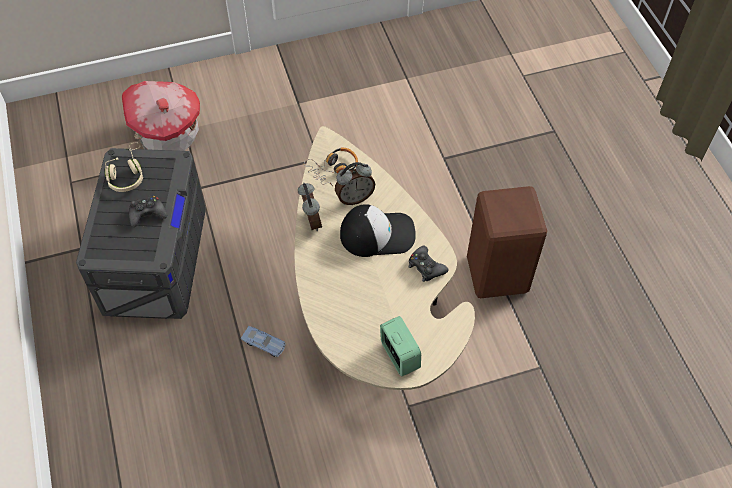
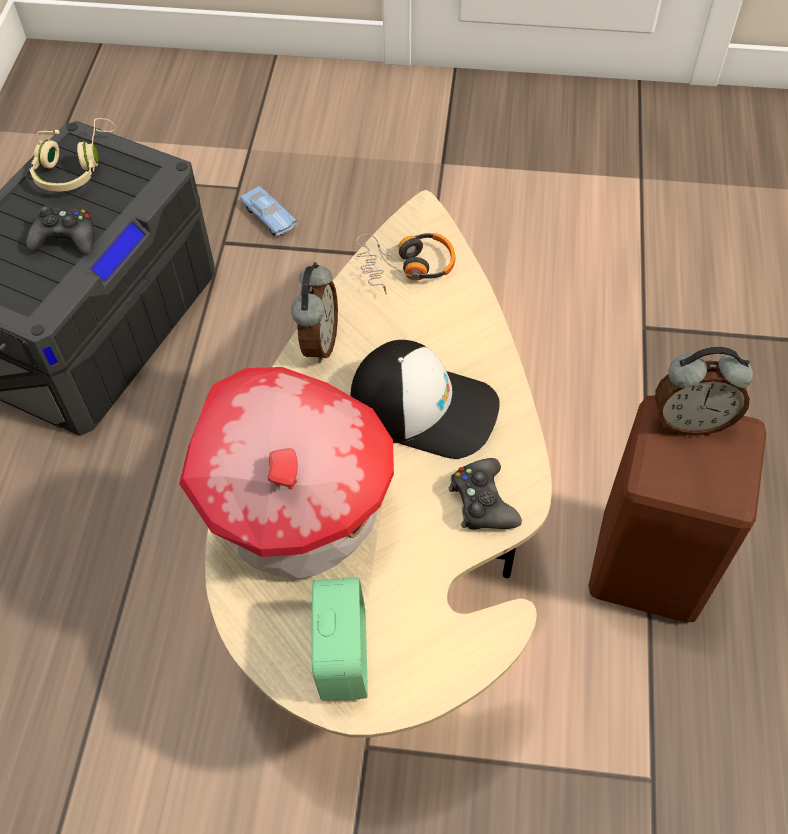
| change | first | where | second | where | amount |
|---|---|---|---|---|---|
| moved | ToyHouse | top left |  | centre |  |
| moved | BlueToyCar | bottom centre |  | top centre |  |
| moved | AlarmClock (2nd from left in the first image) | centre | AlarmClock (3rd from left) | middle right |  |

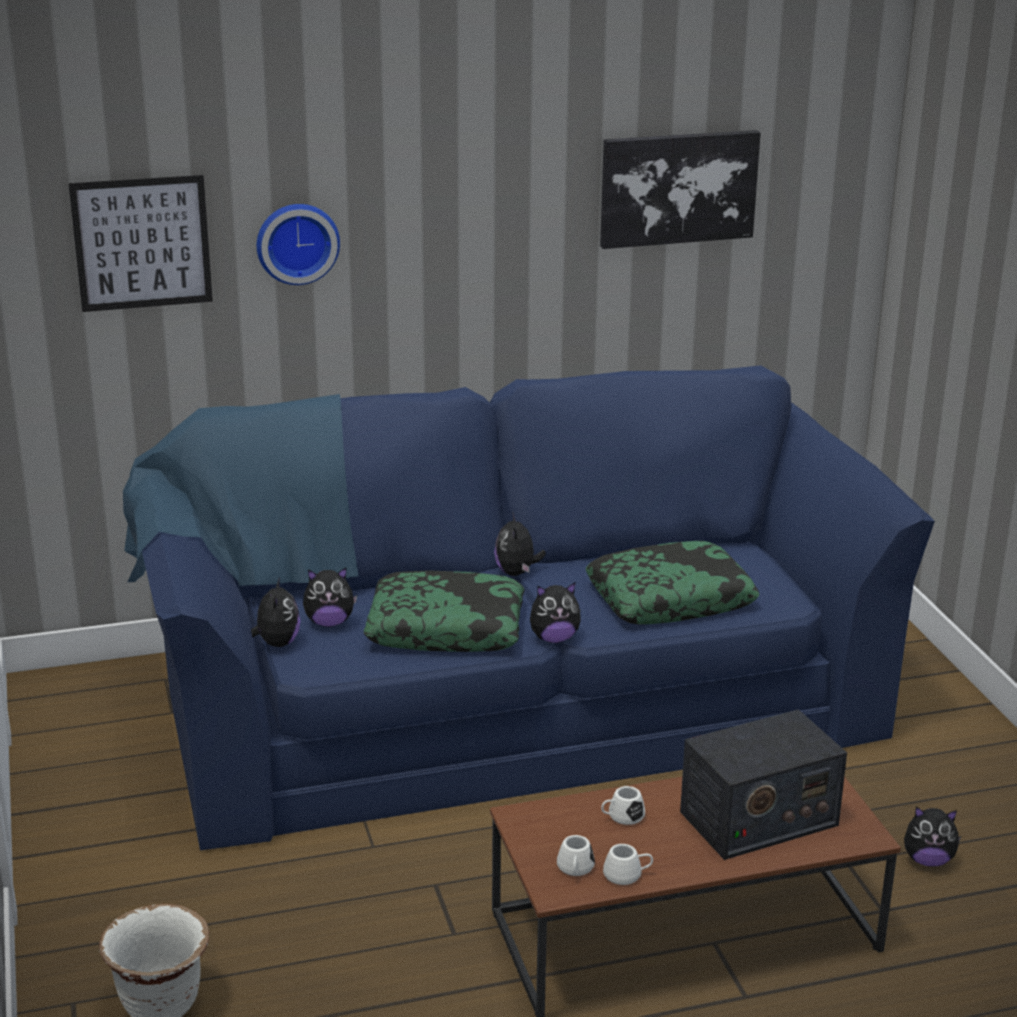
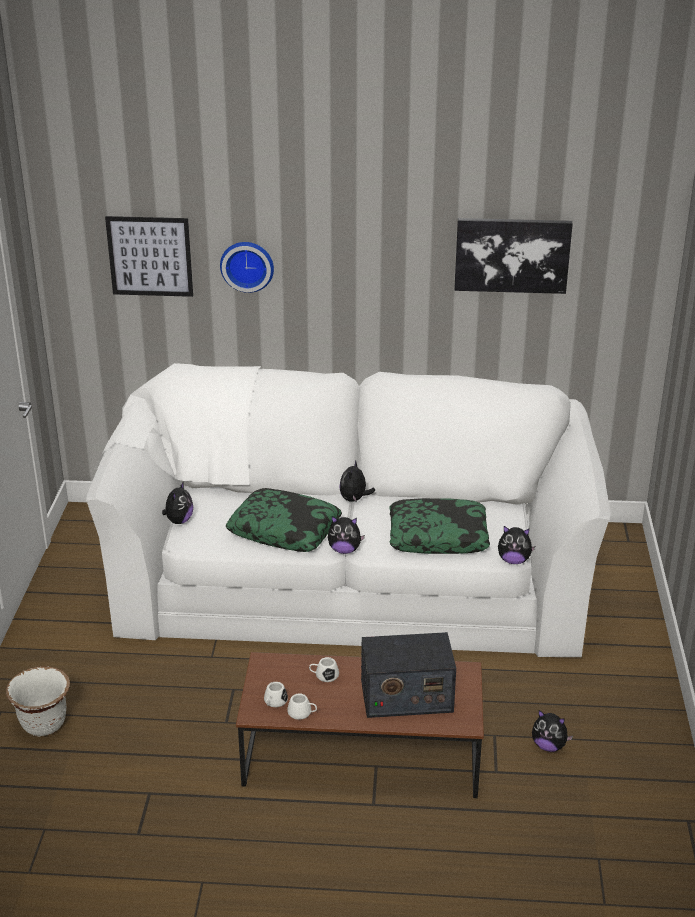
| change | first | where | second | where | amount |
|---|---|---|---|---|---|
| recoloured | BlueSofa | centre | WhiteSofa | centre |  |
| moved | PlushToy (2nd from left in the first image) | middle left | PlushToy (4th from left) | middle right |  |

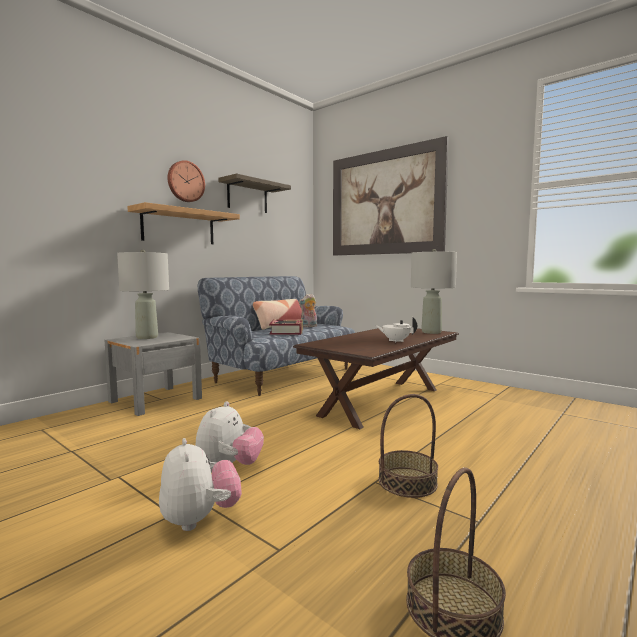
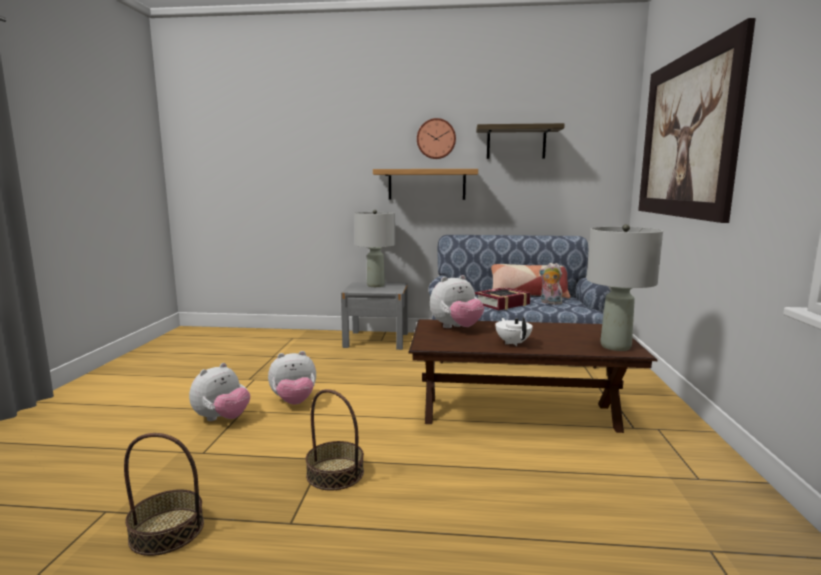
| change | first | where | second | where | amount |
|---|---|---|---|---|---|
| added |  |  | PlushToy (3rd from left) | centre |  |

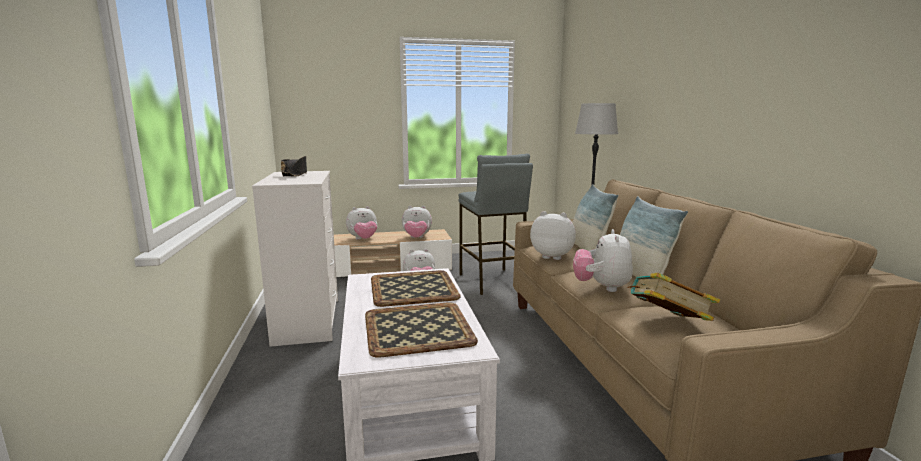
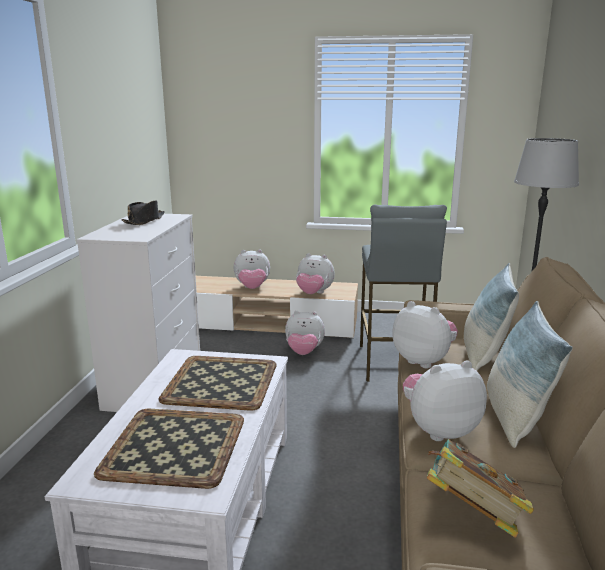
| change | first | where | second | where | amount |
|---|---|---|---|---|---|
| turned | PlushToy (5th from left) | centre |  | bottom right | 45 degrees clockwise |

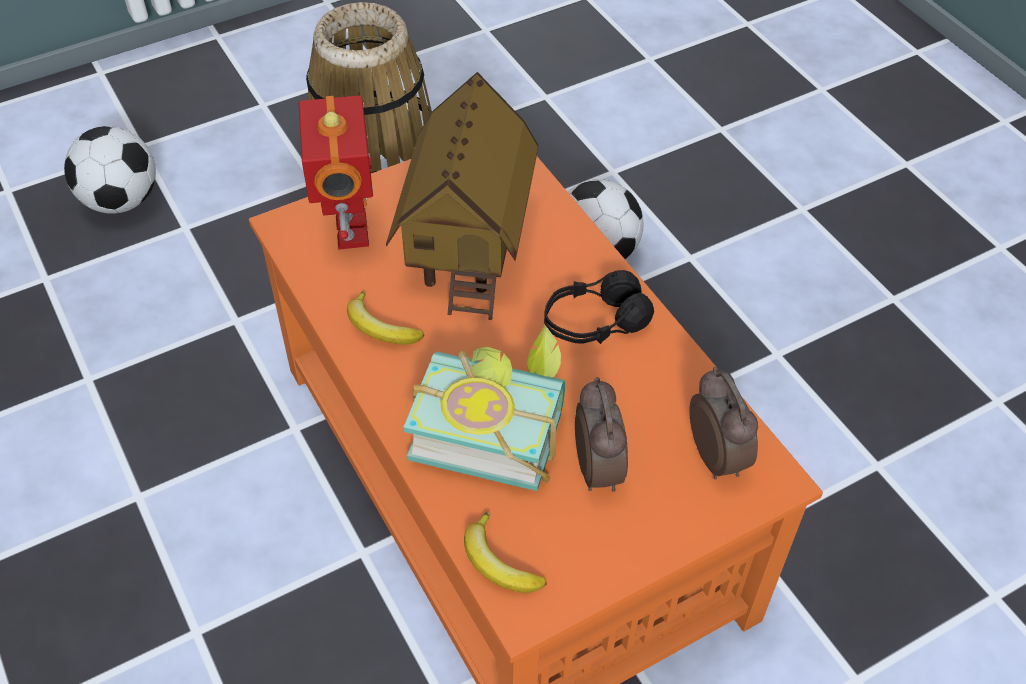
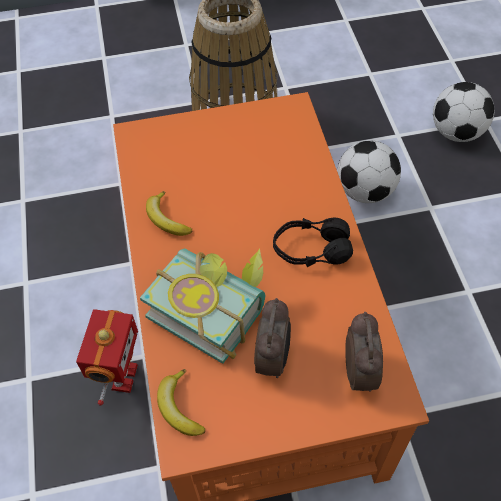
| change | first | where | second | where | amount |
|---|---|---|---|---|---|
| moved | Football (1st from left in the first image) | top left | Football (2nd from left) | top right |  |
| moved | ToyRobot | top left |  | bottom left |  |
| removed | ToyHouse | top centre |  |  |  |

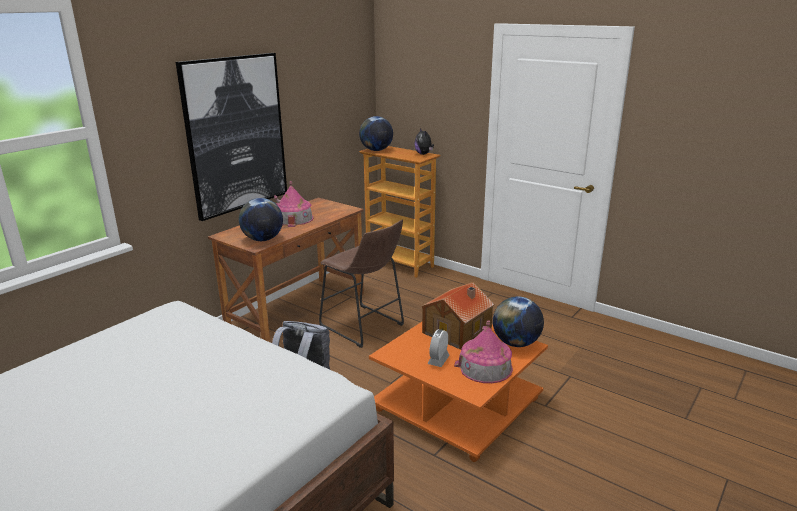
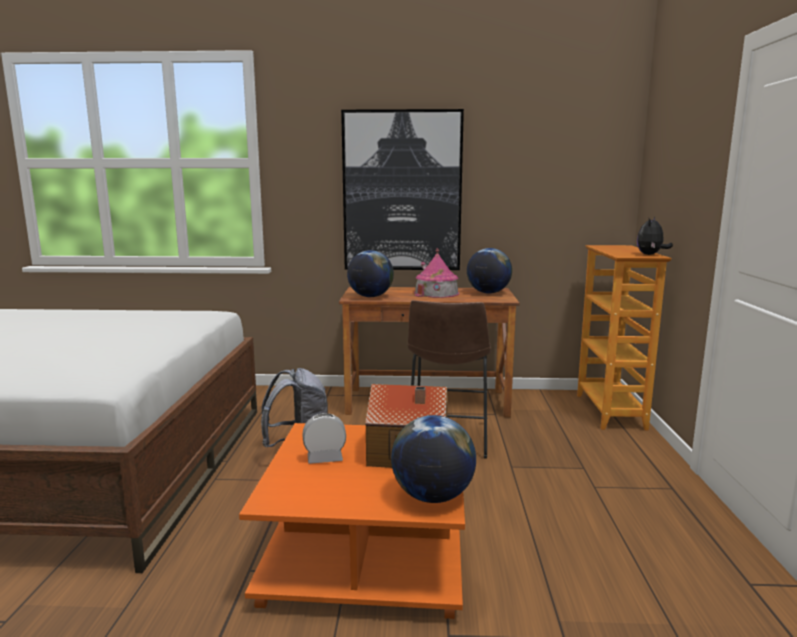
| change | first | where | second | where | amount |
|---|---|---|---|---|---|
| moved | Globe (2nd from left in the first image) | top centre | Globe (3rd from left) | centre |  |
| removed | ToyHouse (3rd from left) | bottom centre |  |  |  |

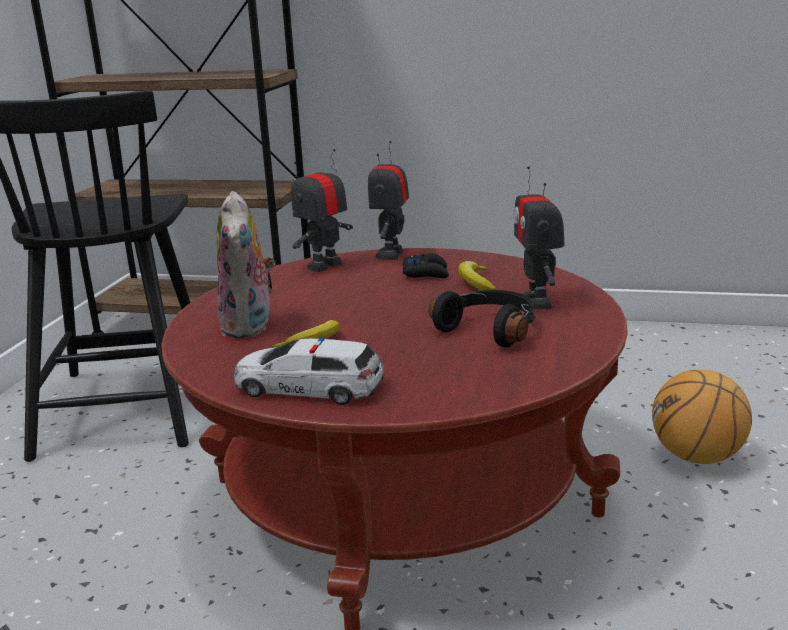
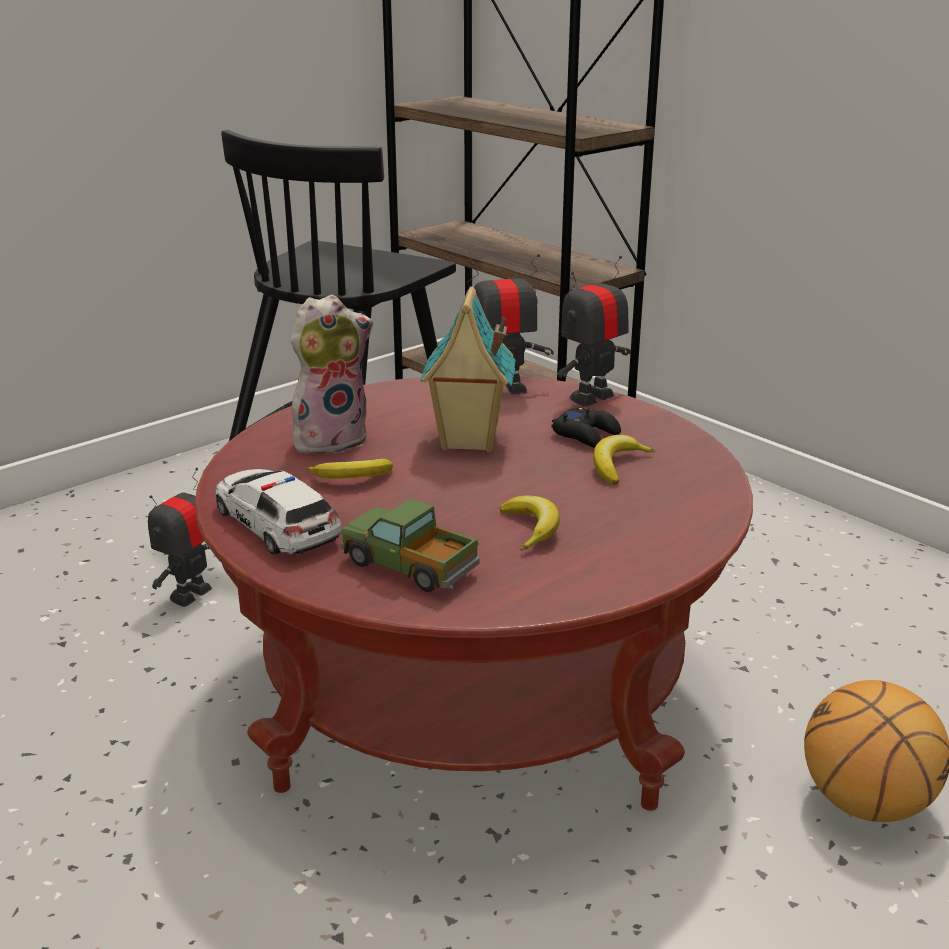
| change | first | where | second | where | amount |
|---|---|---|---|---|---|
| turned | PlushToy | middle left |  | centre | 150 degrees counterclockwise |
| replaced | BlackHeadphones | centre | Banana (2nd from left) | centre |  |
| moved | ToyRobot (3rd from left in the first image) | middle right | ToyRobot (1st from left) | middle left |  |
| added |  |  | ToyTruck | centre |  |
| added |  |  | ToyHouse | centre |  |

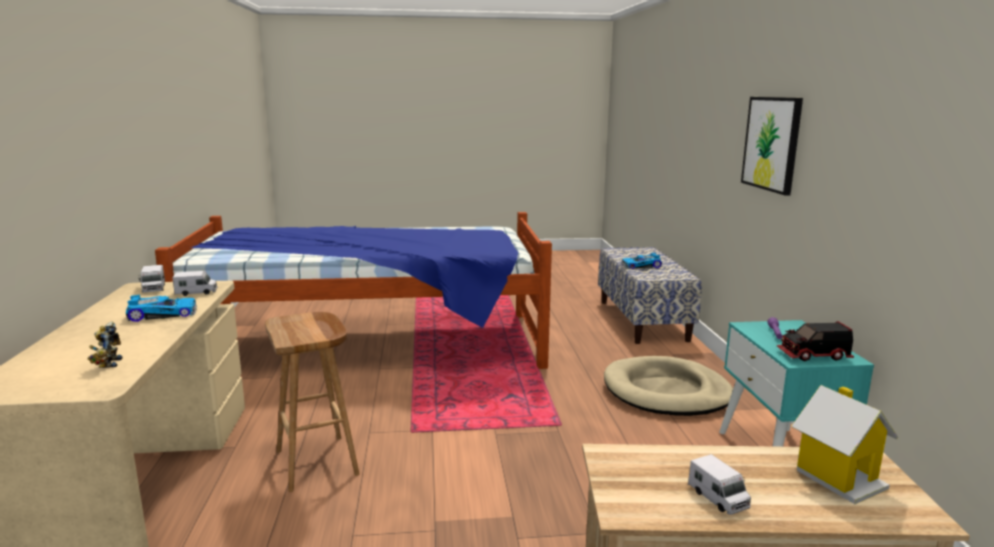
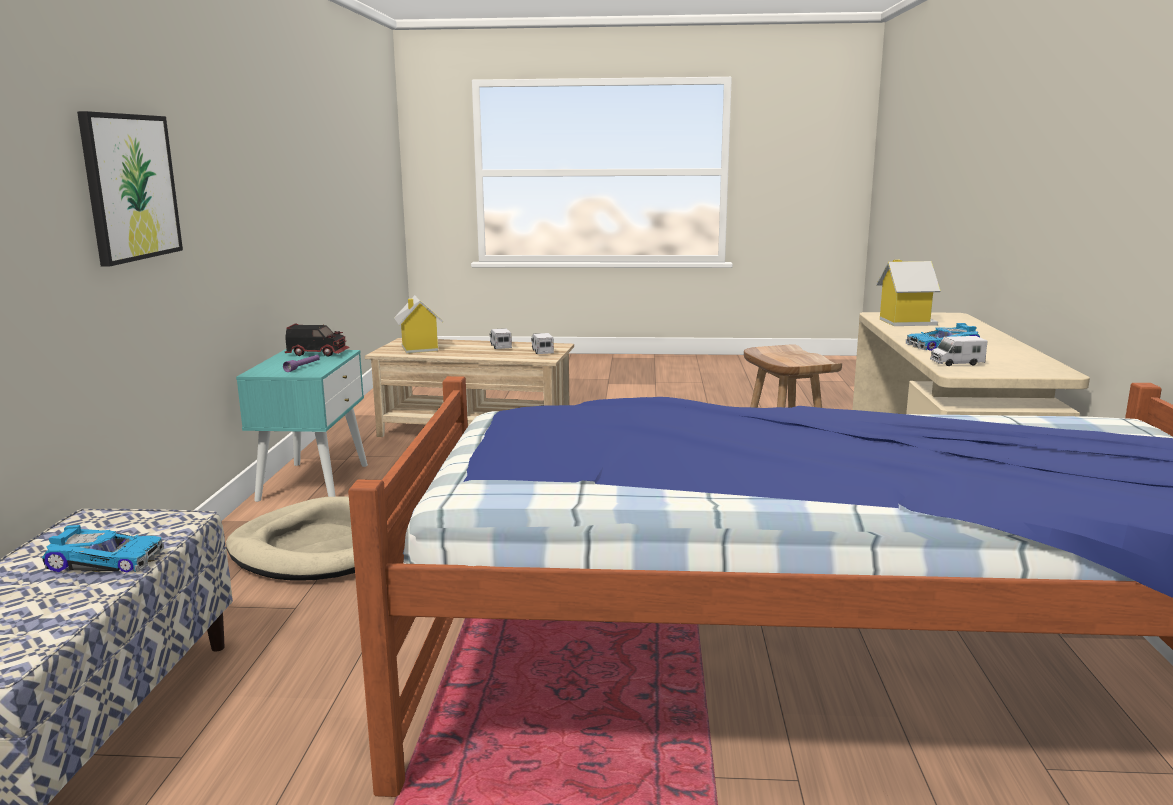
| change | first | where | second | where | amount |
|---|---|---|---|---|---|
| replaced | ToyRobot | middle left | ToyHouse (2nd from left) | middle right |  |
| moved | ToyTruck (1st from left in the first image) | middle left | ToyTruck (3rd from left) | centre |  |

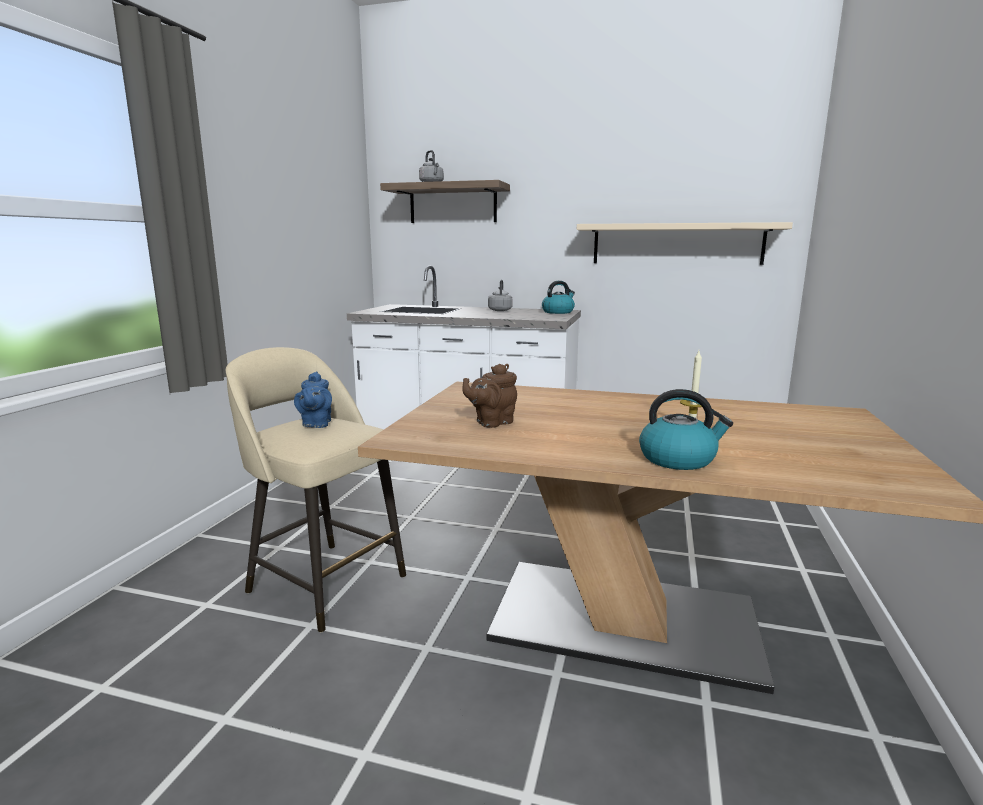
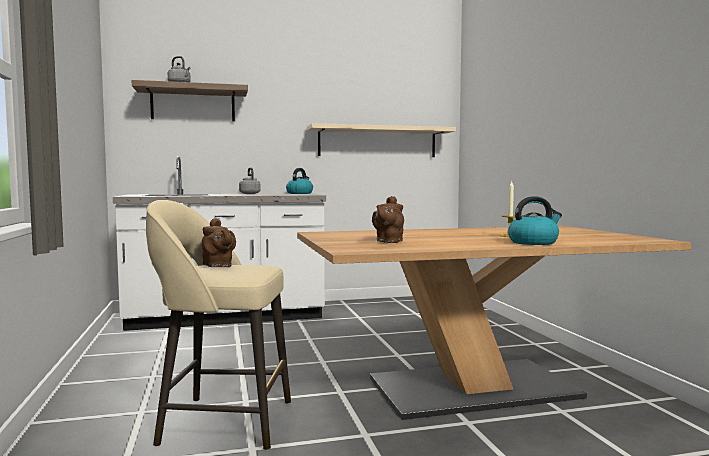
| change | first | where | second | where | amount |
|---|---|---|---|---|---|
| recoloured | BlueTeapot | middle left | BrownTeapot (1st from left) | middle left |  |

